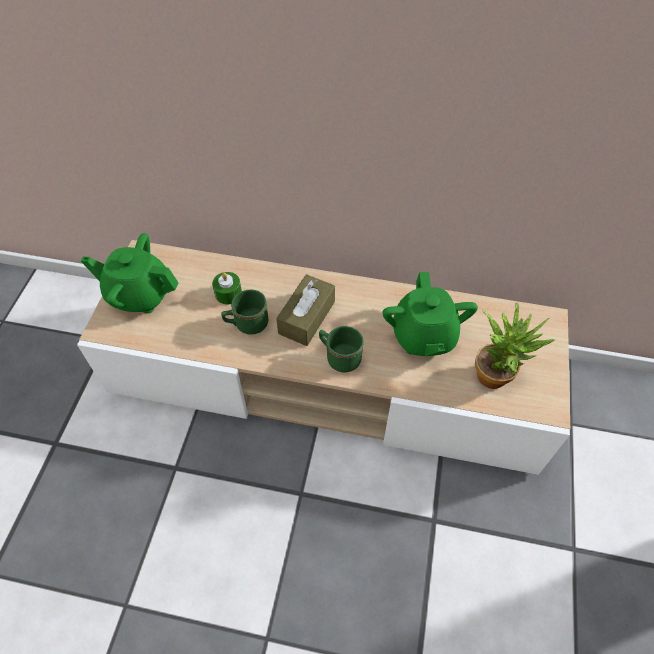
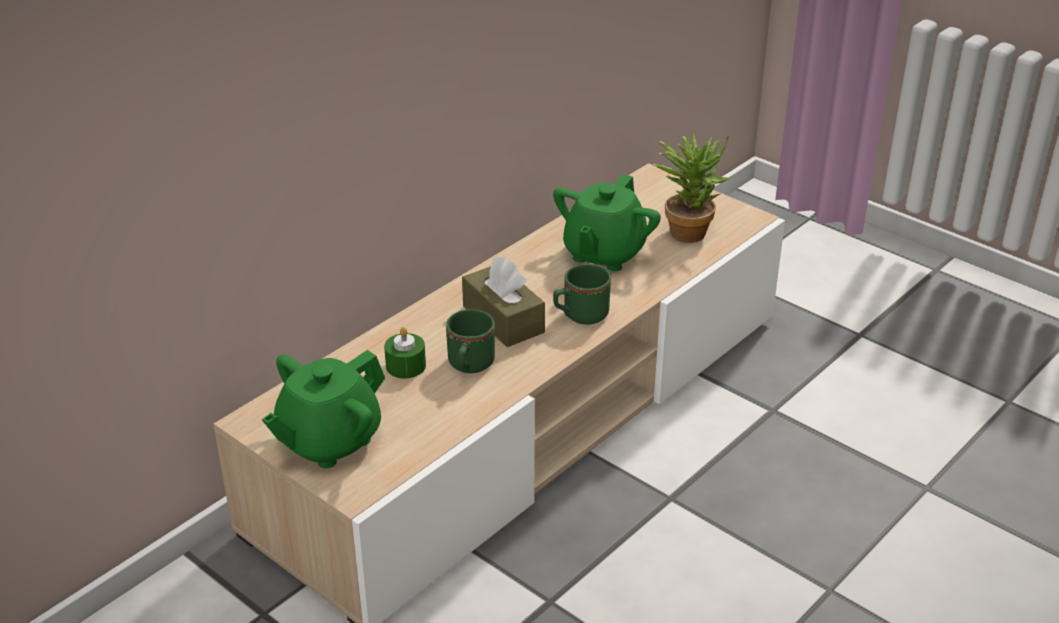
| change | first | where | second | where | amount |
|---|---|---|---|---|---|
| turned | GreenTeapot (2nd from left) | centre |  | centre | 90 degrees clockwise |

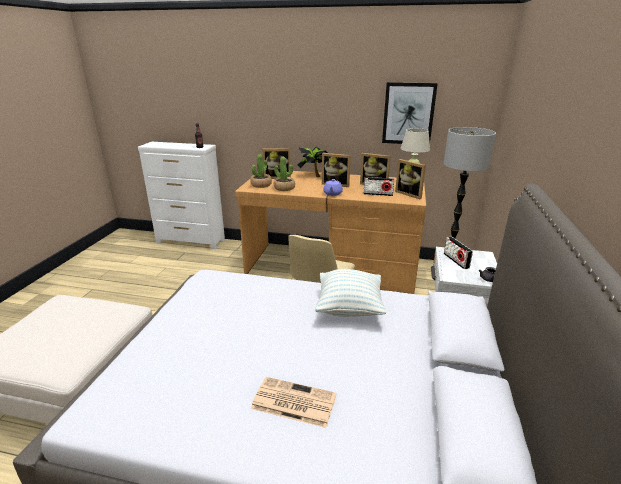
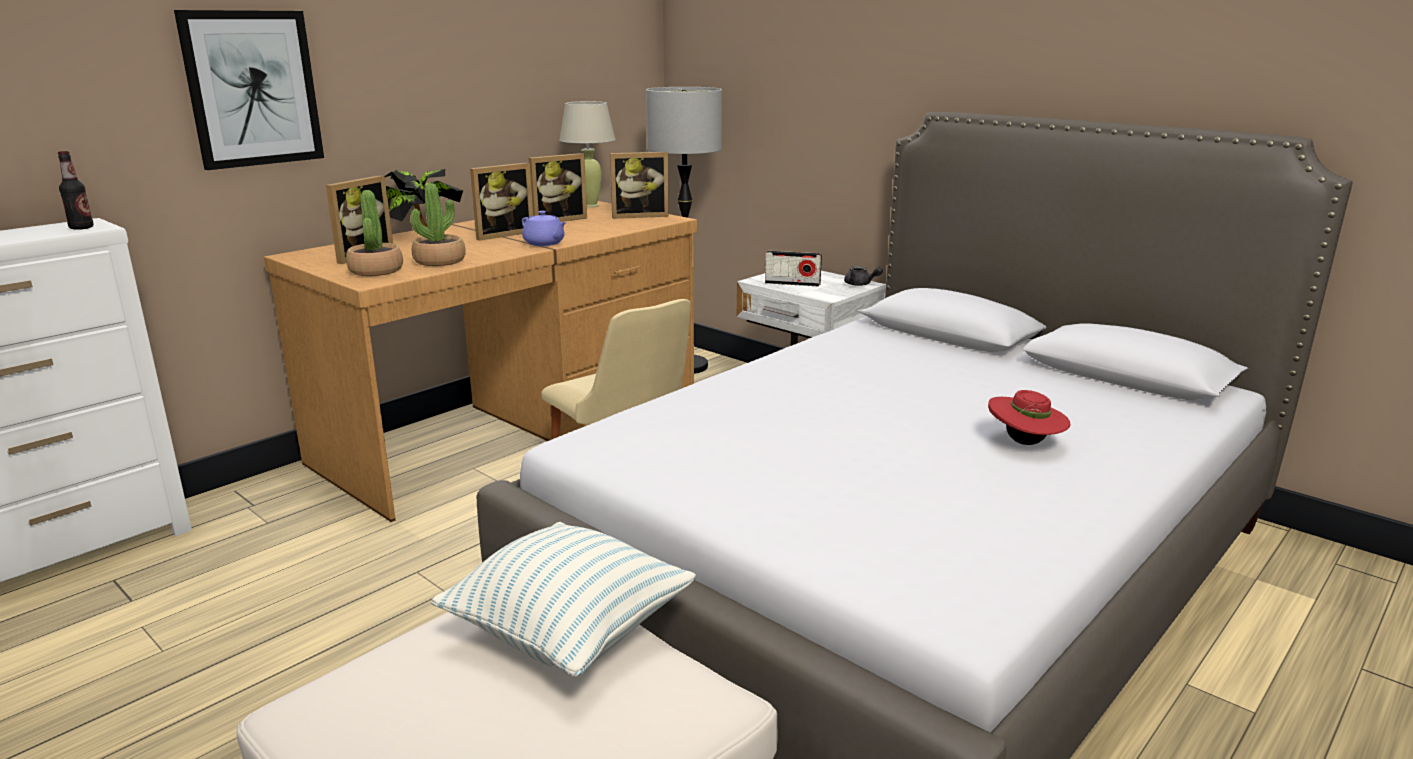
| change | first | where | second | where | amount |
|---|---|---|---|---|---|
| replaced | Newspaper | bottom centre | RedHat | middle right |  |
| moved | Pillow | centre |  | bottom centre |  |
| removed | Radio (1st from left) | centre |  |  |  |
| moved | Picture | top centre |  | top left |  |

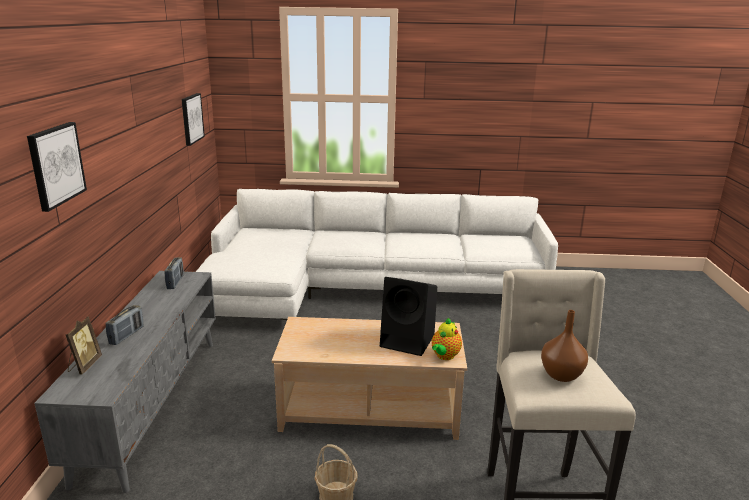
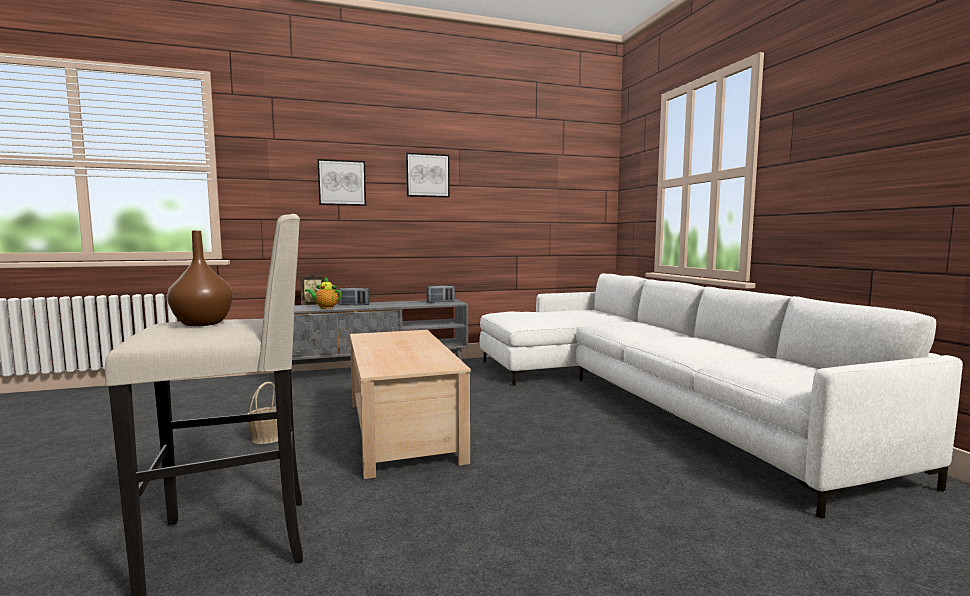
| change | first | where | second | where | amount |
|---|---|---|---|---|---|
| moved | Picture (2nd from left) | top left |  | top centre |  |
| removed | BlackSpeaker | centre |  |  |  |
| moved | Teapot | bottom centre |  | middle left |  |

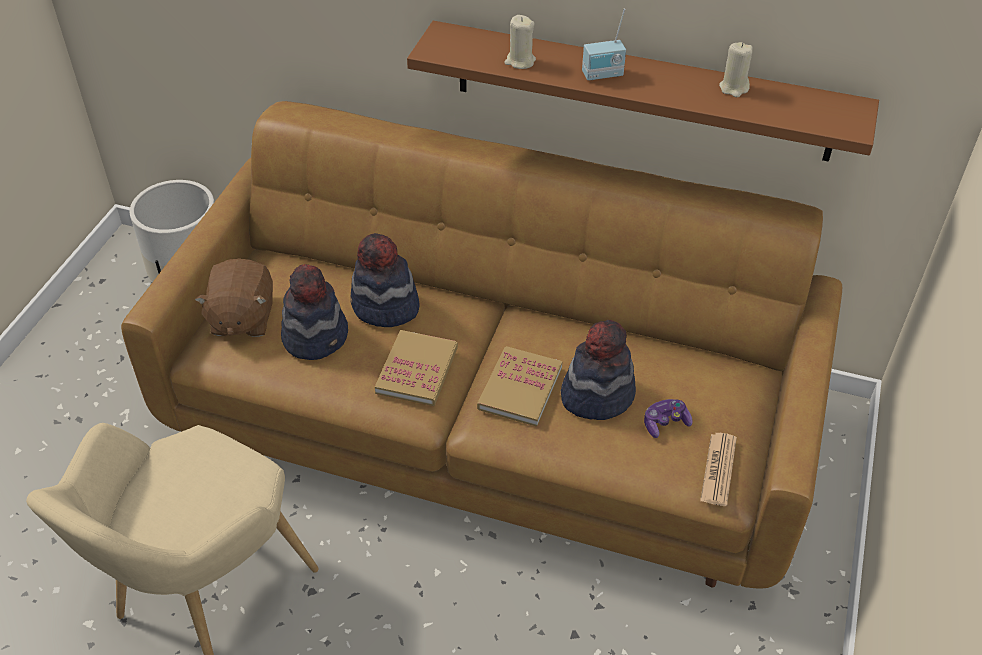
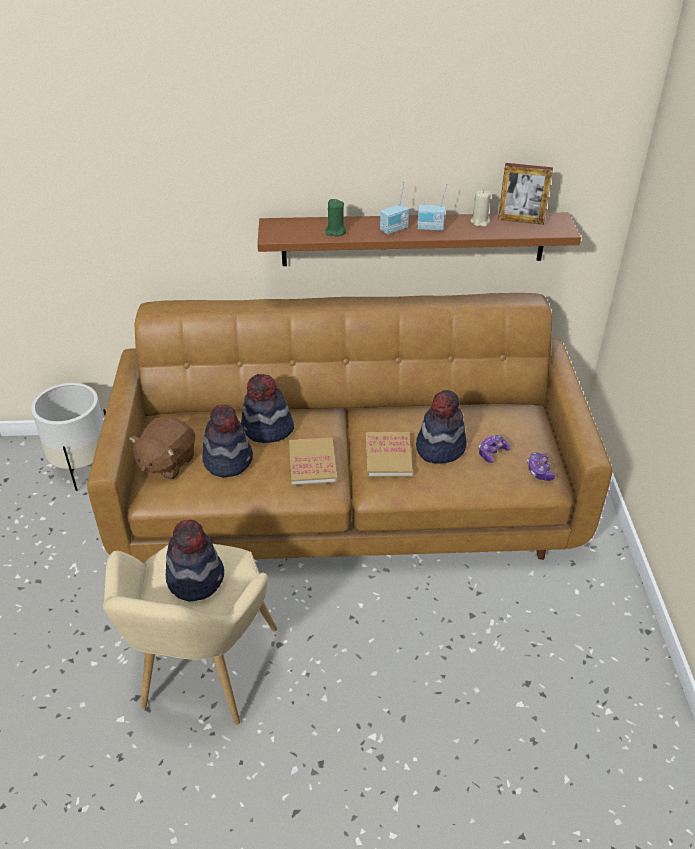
| change | first | where | second | where | amount |
|---|---|---|---|---|---|
| turned | BrownPlushToy | middle left |  | middle left | 45 degrees clockwise |
| recoloured | BeigeCandle (1st from left) | top centre | GreenCandle | top centre |  |
| replaced | Newspaper | bottom right | GameController (2nd from left) | middle right |  |
| added |  |  | Hat (1st from left) | middle left |  |
| added |  |  | Radio (2nd from left) | top centre |  |
| added |  |  | PictureFrame | top right |  |

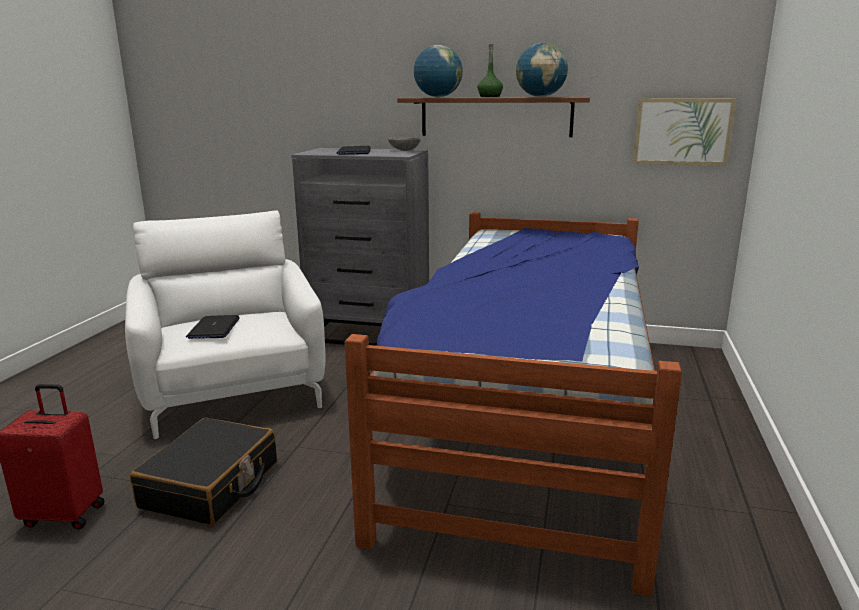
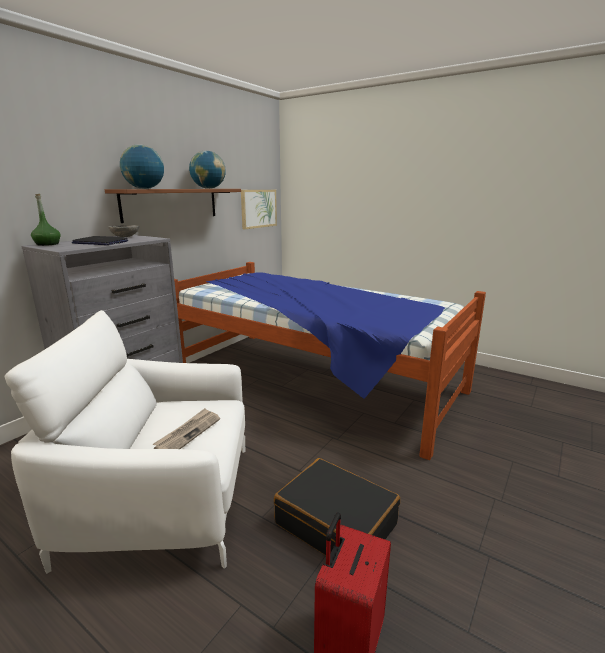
| change | first | where | second | where | amount |
|---|---|---|---|---|---|
| replaced | Laptop (1st from left) | middle left | Newspaper | middle left |  |
| moved | GreenBottle | top centre |  | middle left |  |

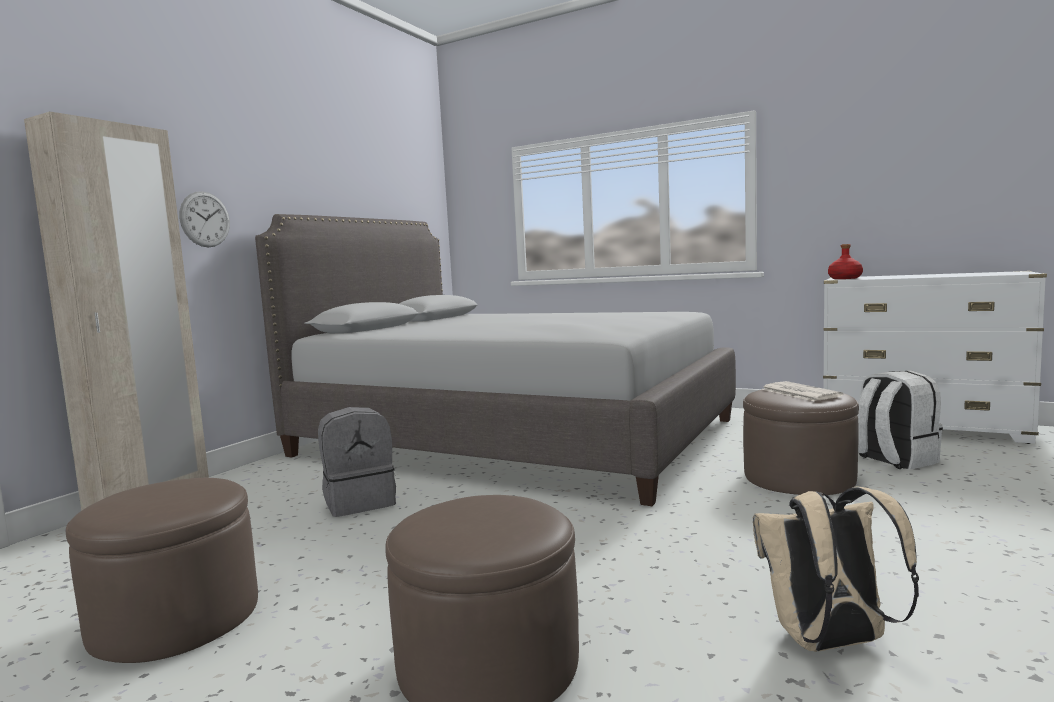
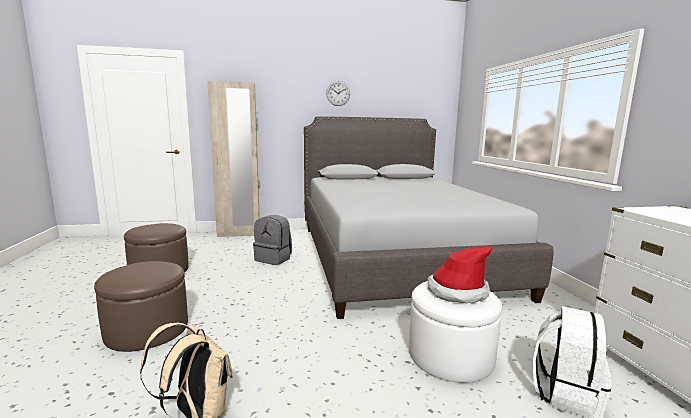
| change | first | where | second | where | amount |
|---|---|---|---|---|---|
| moved | WallClock | top left |  | top centre |  |
| recoloured | BrownOttoman (3rd from left) | middle right | WhiteOttoman | bottom centre |  |
| replaced | Newspaper | middle right | Hat | centre |  |
| removed | RedBottle | middle right |  |  |  |

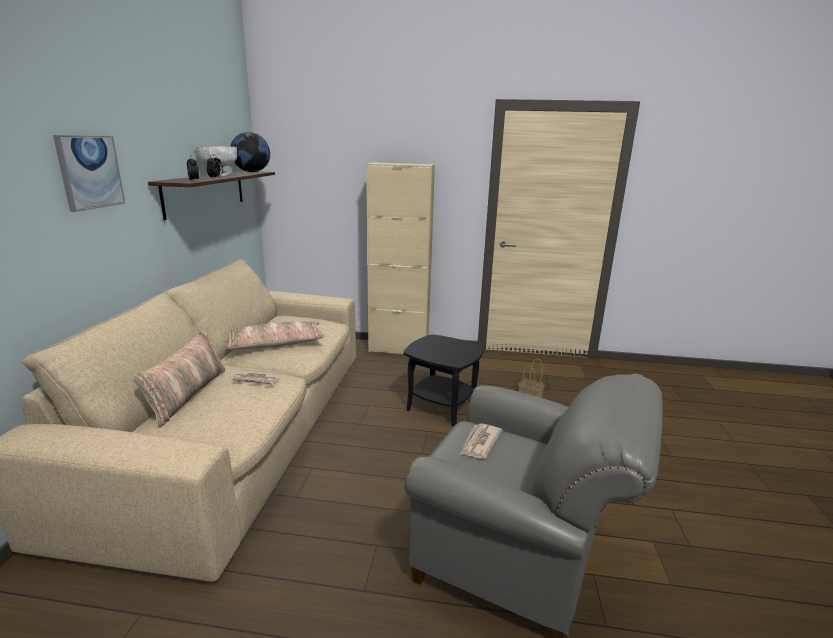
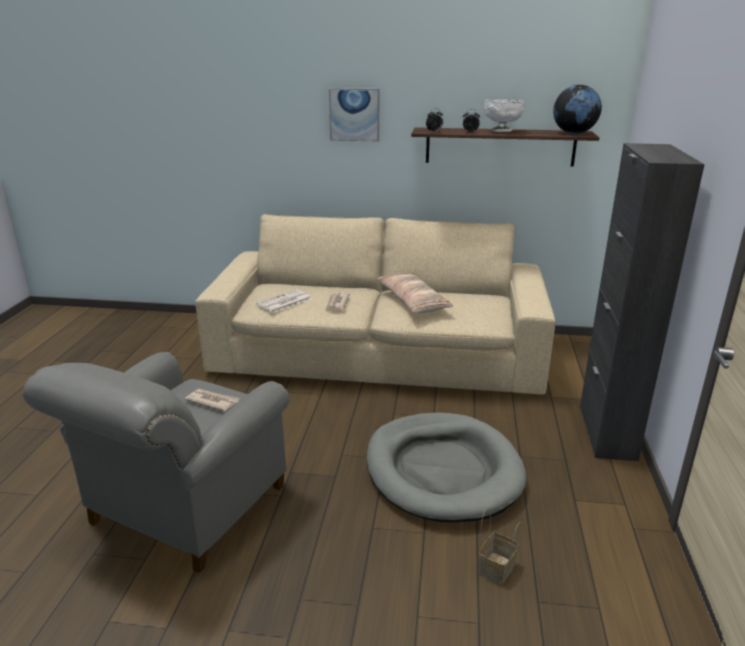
| change | first | where | second | where | amount |
|---|---|---|---|---|---|
| removed | Pillow (1st from left) | middle left |  |  |  |
| recoloured | BeigeCabinet | centre | BlackCabinet | middle right |  |
| replaced | BlackSideTable | centre | GreyDogBed | bottom centre |  |
| added |  |  | Newspaper (2nd from left) | centre |  |

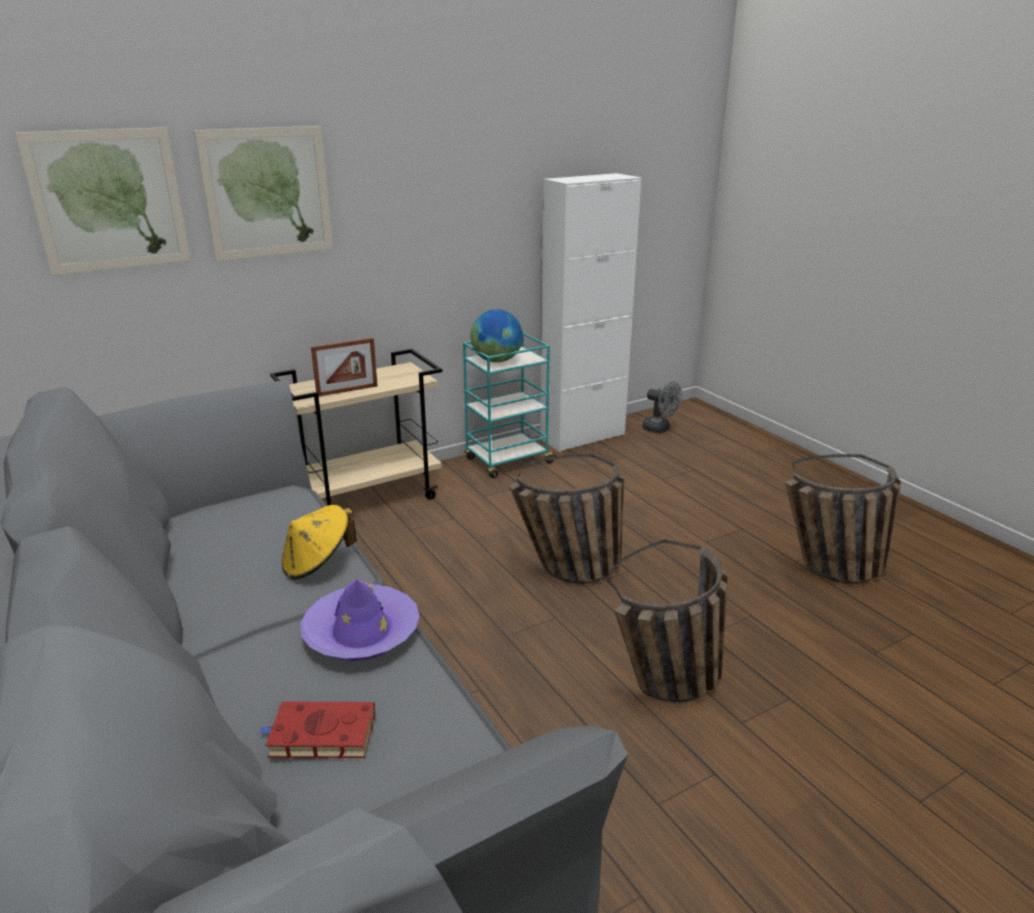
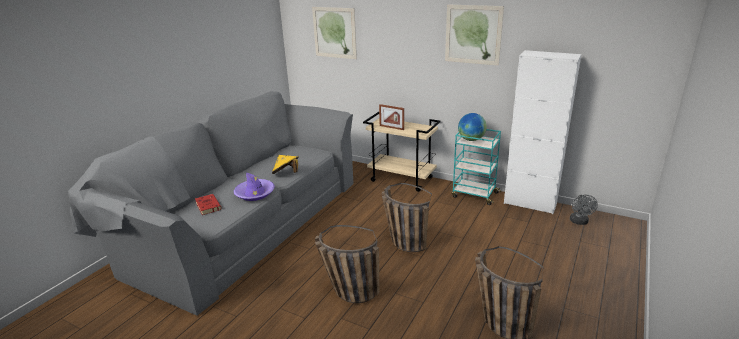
| change | first | where | second | where | amount |
|---|---|---|---|---|---|
| moved | Picture (2nd from left) | top left |  | top centre |  |

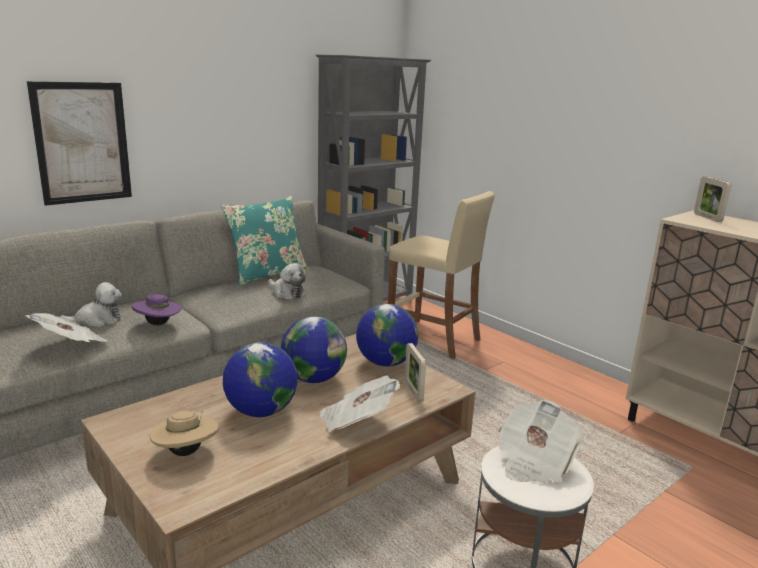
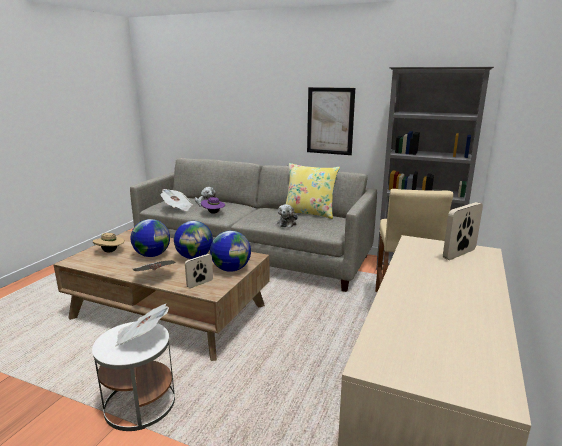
| change | first | where | second | where | amount |
|---|---|---|---|---|---|
| moved | Picture | top left |  | top centre |  |
| recoloured | TurquoisePillow | centre | YellowPillow | centre |  |

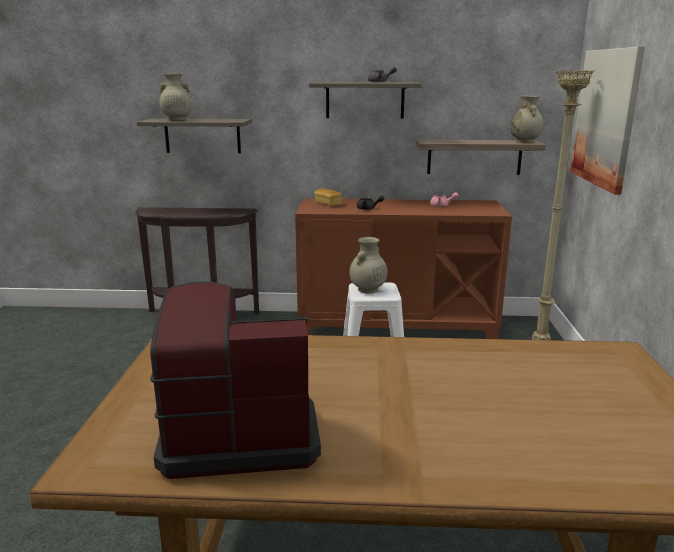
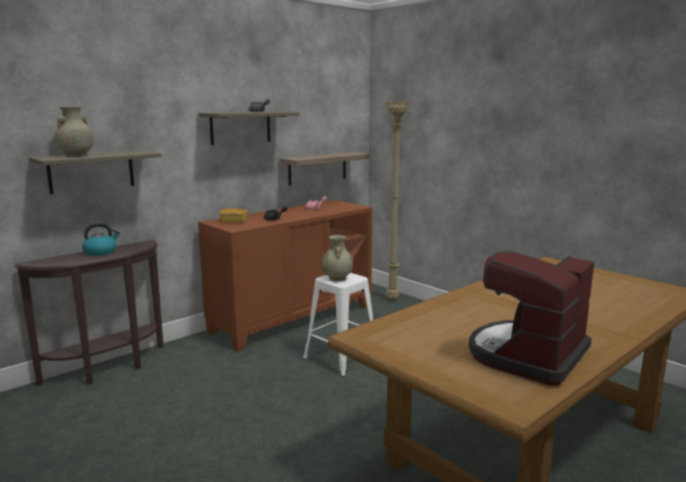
| change | first | where | second | where | amount |
|---|---|---|---|---|---|
| removed | BeigeVase (3rd from left) | top right |  |  |  |
| removed | Picture | top right |  |  |  |
| added |  |  | Kettle | middle left |  |

